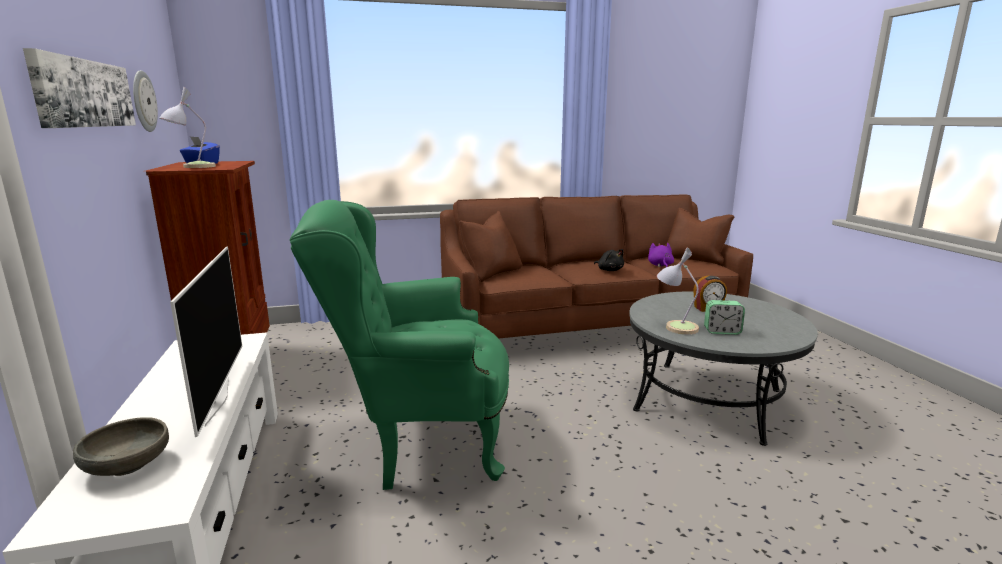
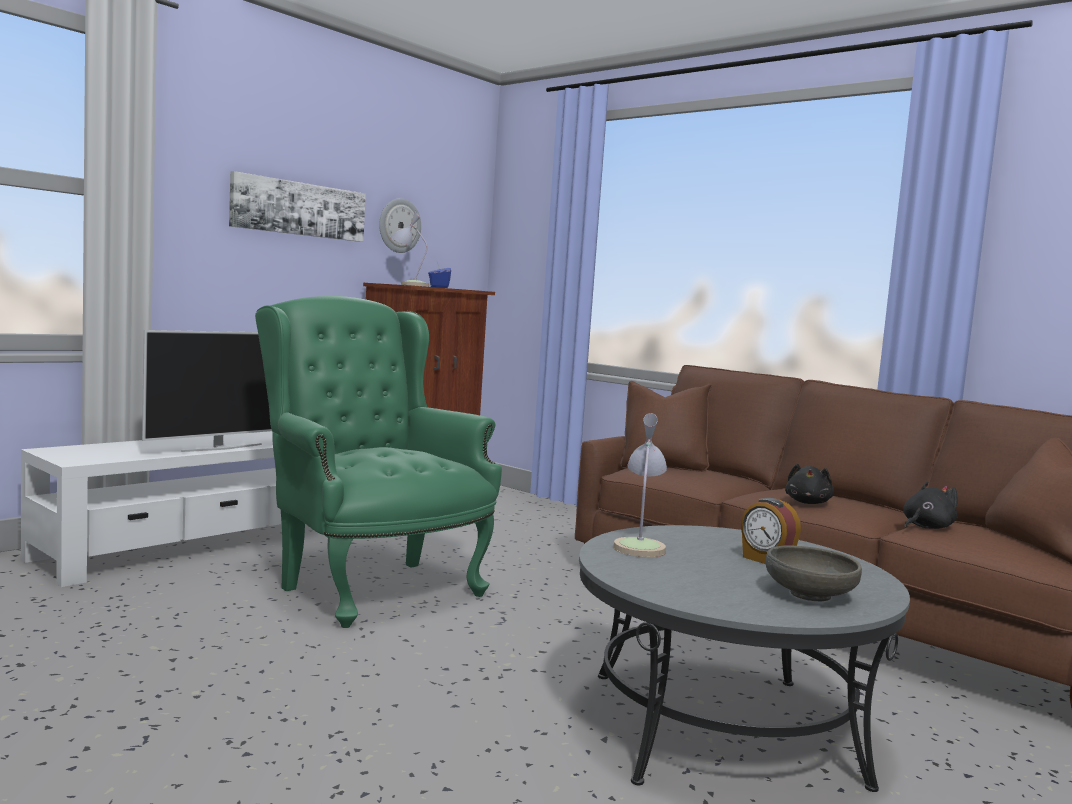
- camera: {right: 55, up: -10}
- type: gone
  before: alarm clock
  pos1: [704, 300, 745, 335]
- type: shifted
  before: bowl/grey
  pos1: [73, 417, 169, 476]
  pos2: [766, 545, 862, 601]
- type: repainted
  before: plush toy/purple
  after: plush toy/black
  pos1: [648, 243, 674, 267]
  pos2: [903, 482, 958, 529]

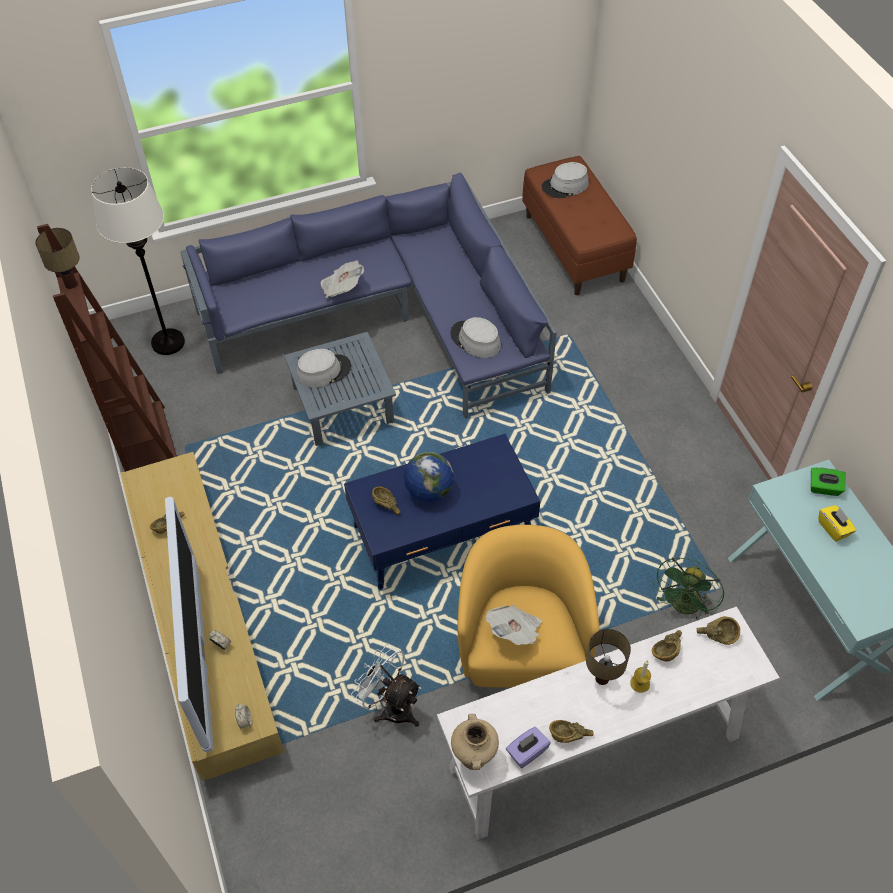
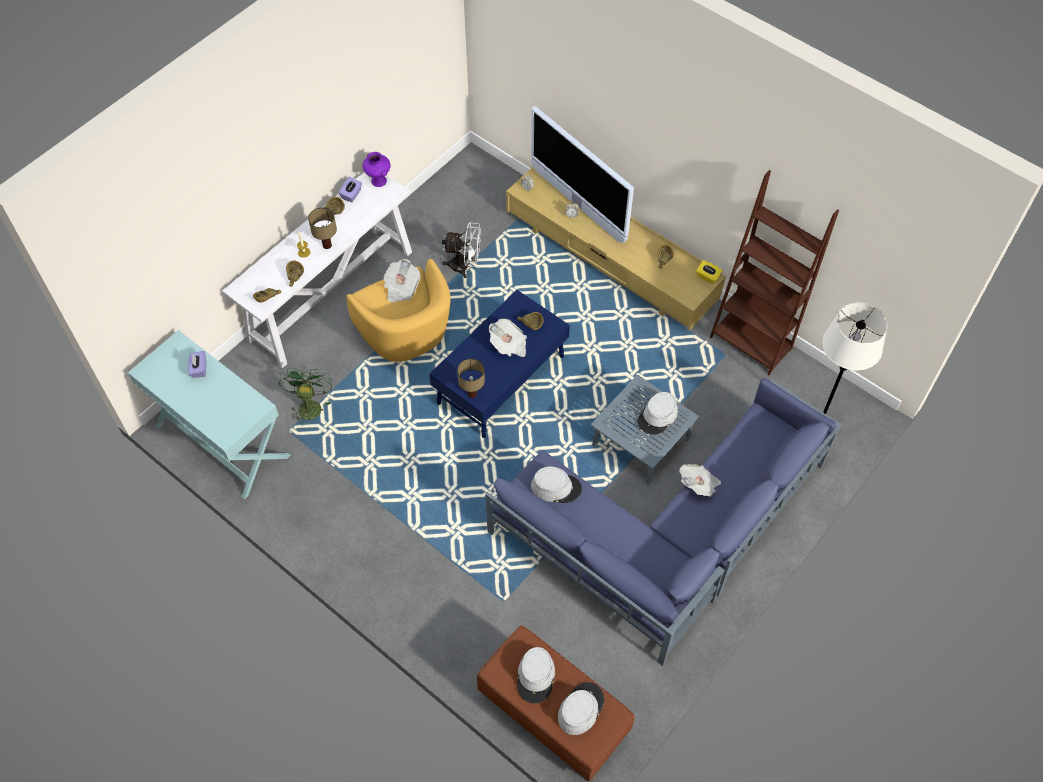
- camera: {right: 150, up: 5}
- type: gone
  before: tissue box/green
  pos1: [811, 467, 846, 496]
- type: new
  after: tissue box/purple
  pos2: [188, 351, 206, 378]
- type: new
  after: hat/grey
  pos2: [517, 647, 555, 703]
- type: shifted
  before: table lamp
  pos1: [35, 228, 79, 289]
  pos2: [457, 359, 485, 398]
- type: shifted
  before: tissue box/yellow
  pos1: [819, 505, 856, 542]
  pos2: [696, 260, 723, 284]
- type: swapped
  before: globe
  after: newspaper
  pos1: [404, 452, 454, 502]
  pos2: [489, 319, 527, 357]
- type: repainted
  before: vase/beige
  after: vase/purple
  pos1: [451, 714, 499, 770]
  pos2: [363, 152, 391, 187]

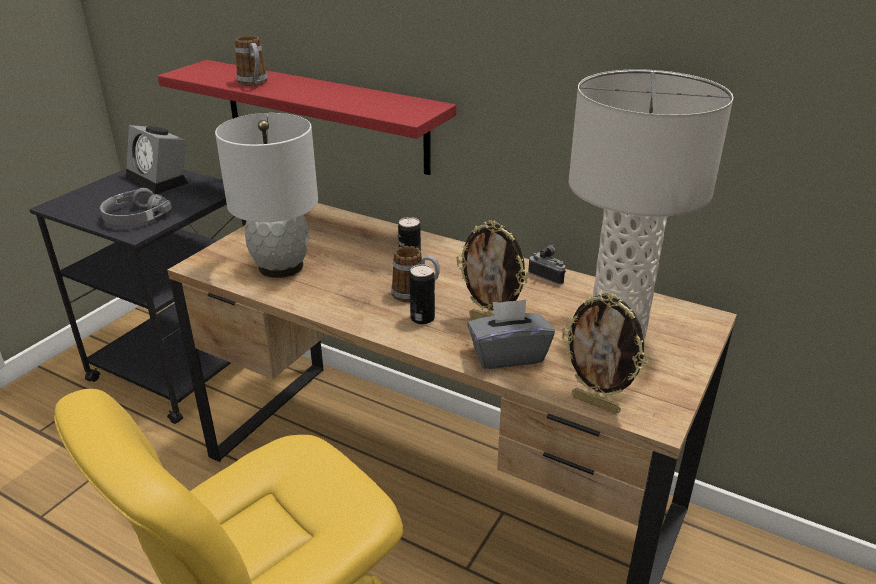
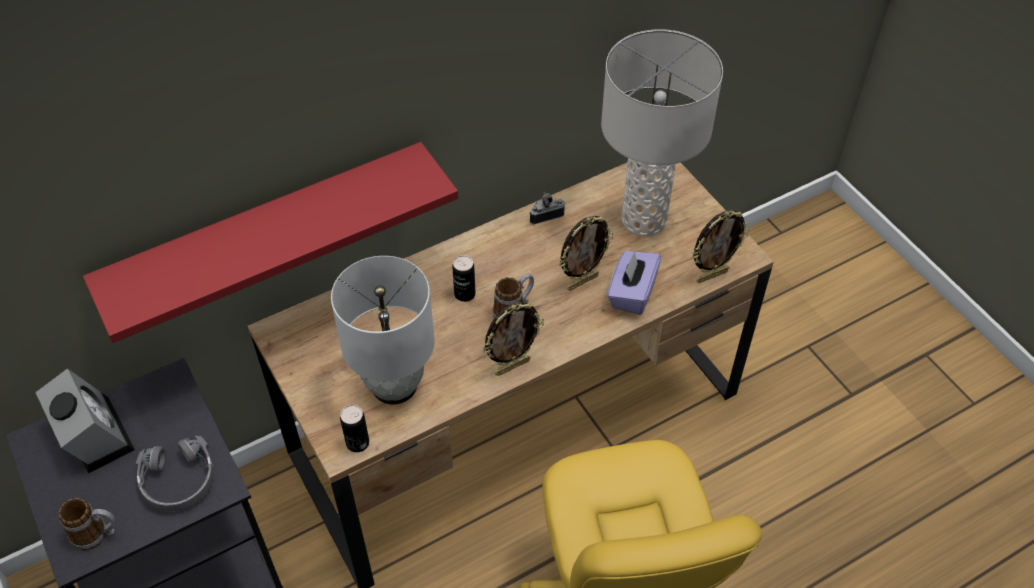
- camera: {right: -60, up: 20}
- type: new
  after: picture frame
  pos2: [483, 302, 544, 376]
- type: shifted
  before: mug
  pos1: [235, 35, 268, 86]
  pos2: [59, 498, 115, 550]
- type: shifted
  before: can
  pos1: [410, 264, 435, 324]
  pos2: [340, 405, 369, 452]
- type: repainted
  before: tissue box/grey
  after: tissue box/purple
  pos1: [467, 299, 555, 369]
  pos2: [607, 251, 661, 315]
- type: rotated
  before: alarm clock
  pos1: [126, 125, 188, 194]
  pos2: [35, 368, 135, 473]
  turn: -105

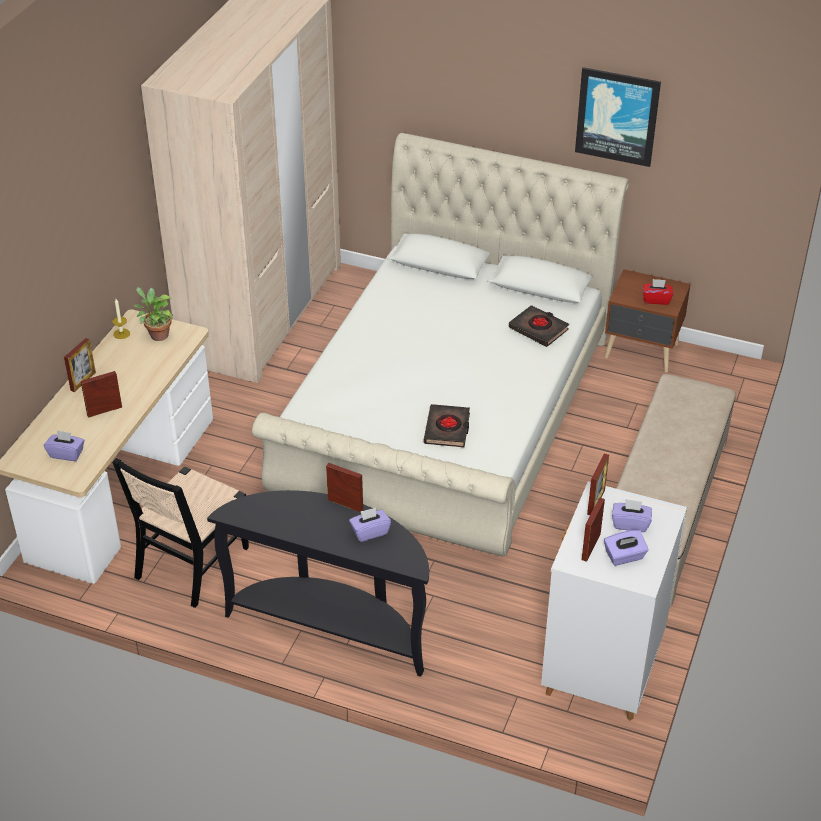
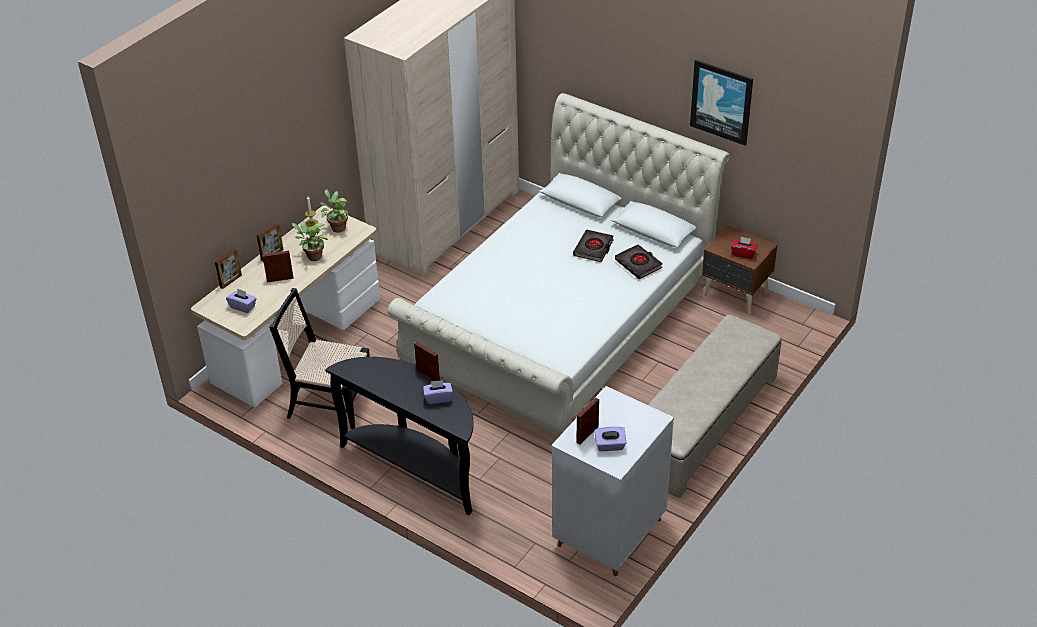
- camera: {right: 15, up: 0}
- type: gone
  before: tissue box/purple
  pos1: [612, 499, 652, 532]
- type: new
  after: potted plant
  pos2: [291, 221, 328, 261]
- type: shifted
  before: book/black
  pos1: [424, 404, 470, 447]
  pos2: [573, 229, 614, 262]
- type: shifted
  before: picture frame
  pos1: [587, 454, 609, 515]
  pos2: [215, 248, 242, 289]
- type: rotated
  before: chair
  pos1: [112, 458, 249, 608]
  pos2: [269, 288, 370, 429]
  turn: 60

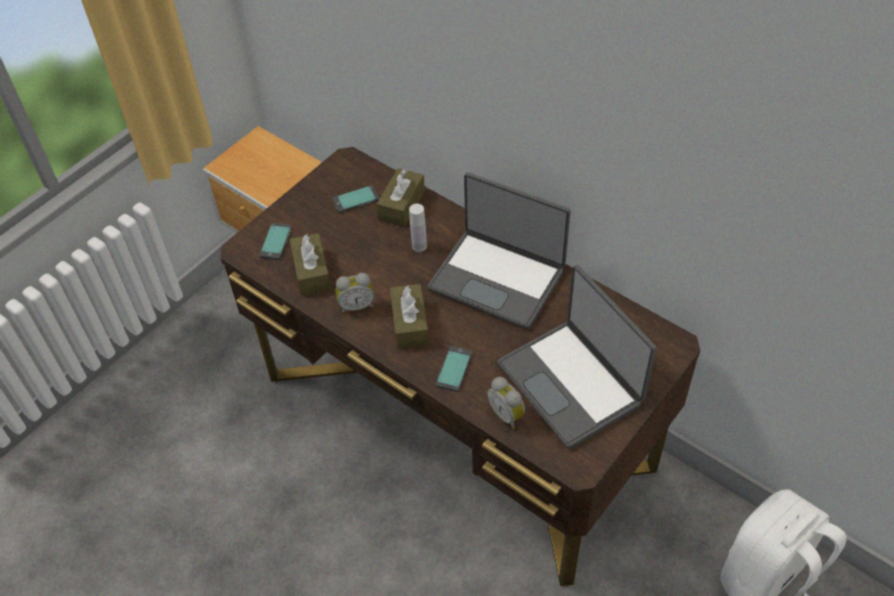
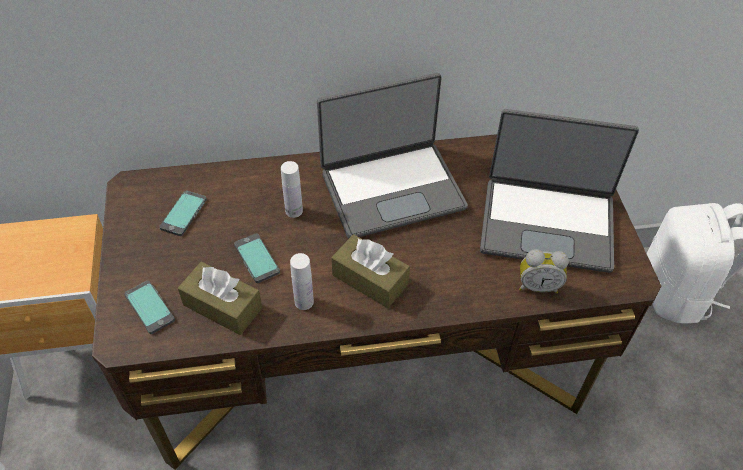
- camera: {right: -50, up: 0}
- type: gone
  before: tissue box/brown
  pos1: [377, 168, 425, 227]
- type: shifted
  before: phone
  pos1: [436, 346, 472, 392]
  pos2: [234, 233, 280, 283]
- type: swapped
  before: alarm clock
  after: bottle/white
  pos1: [335, 273, 374, 313]
  pos2: [290, 253, 314, 310]

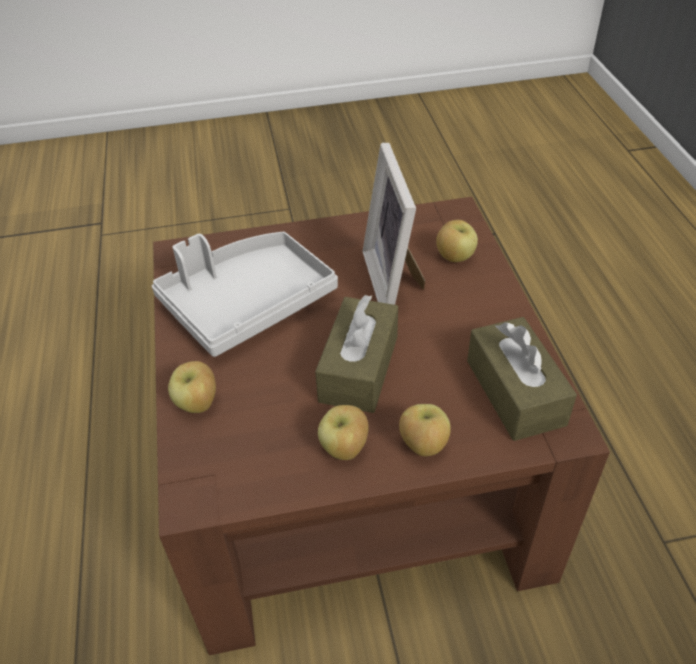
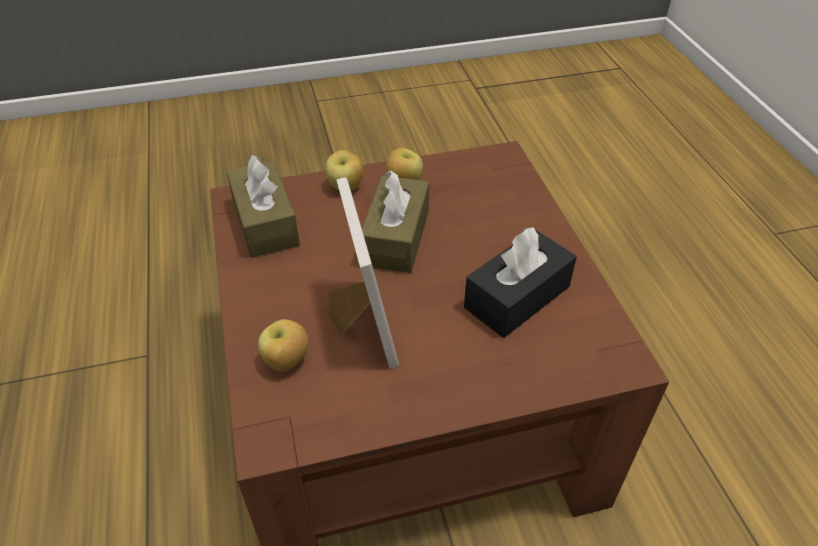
- camera: {right: 175, up: 0}
- type: gone
  before: apple
  pos1: [168, 361, 216, 413]
- type: swapped
  before: tray/grey
  after: tissue box/black
  pos1: [152, 232, 338, 357]
  pos2: [464, 227, 577, 338]

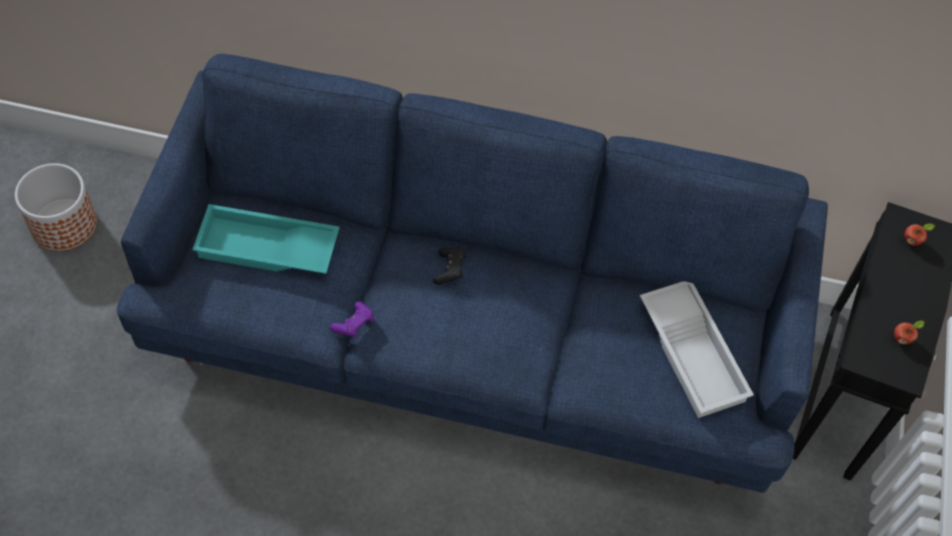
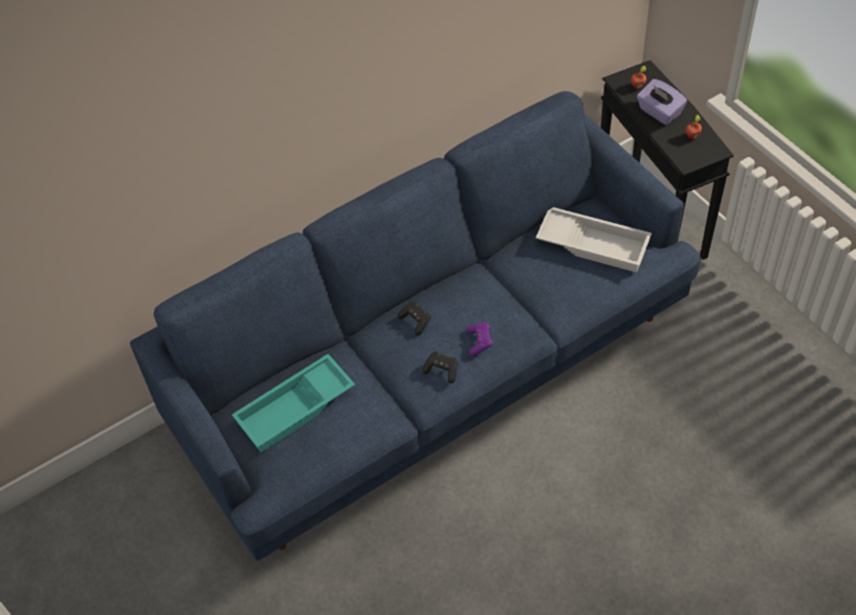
- camera: {right: -40, up: -5}
- type: gone
  before: planter
  pos1: [15, 163, 97, 251]
- type: new
  after: game controller/black
  pos2: [422, 351, 458, 383]
- type: new
  after: tissue box/purple
  pos2: [637, 79, 687, 125]
- type: shifted
  before: game controller/purple
  pos1: [330, 301, 374, 338]
  pos2: [466, 323, 493, 356]

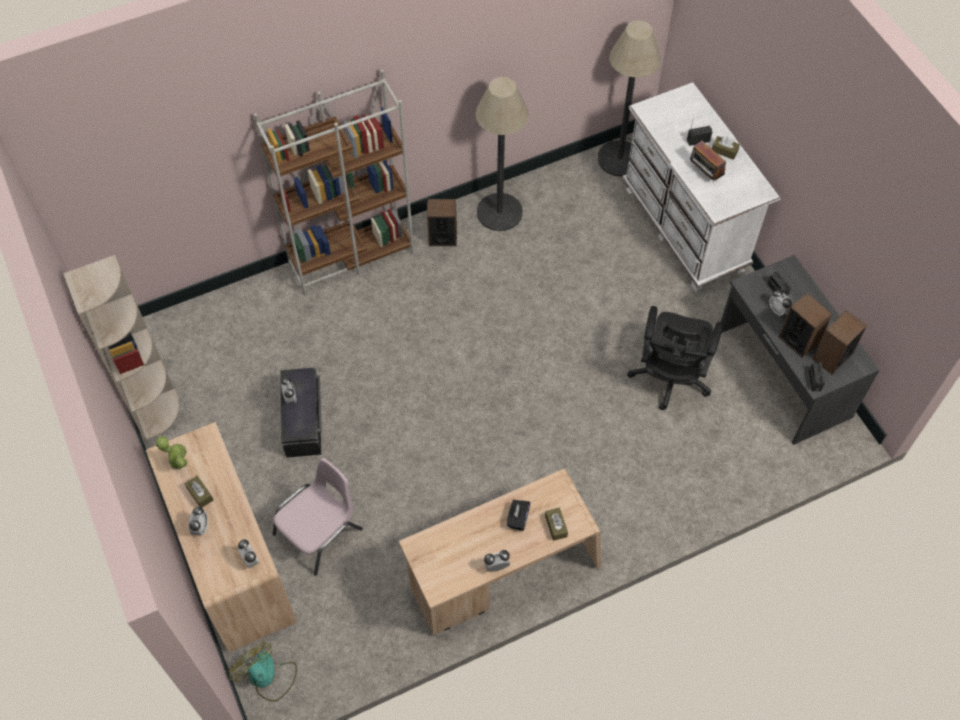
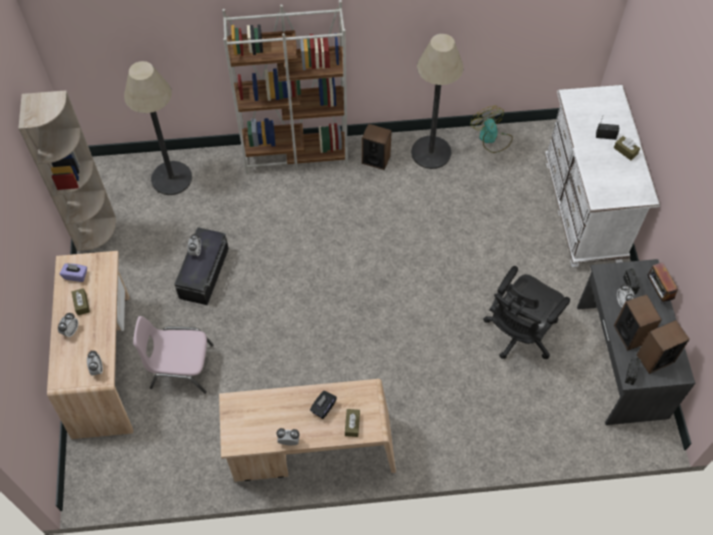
- camera: {right: 20, up: 0}
- type: shifted
  before: fan
  pos1: [228, 642, 297, 702]
  pos2: [471, 106, 513, 153]
- type: shifted
  before: floor lamp
  pos1: [597, 20, 661, 177]
  pos2: [124, 61, 192, 195]
- type: shifted
  before: radio
  pos1: [690, 141, 726, 182]
  pos2: [648, 262, 678, 304]
- type: swapped
  before: potted plant
  after: tissue box/purple
  pos1: [156, 435, 187, 470]
  pos2: [59, 263, 87, 282]
- type: rotated
  before: chair/pink
  pos1: [273, 458, 363, 576]
  pos2: [133, 316, 214, 394]
  turn: -150

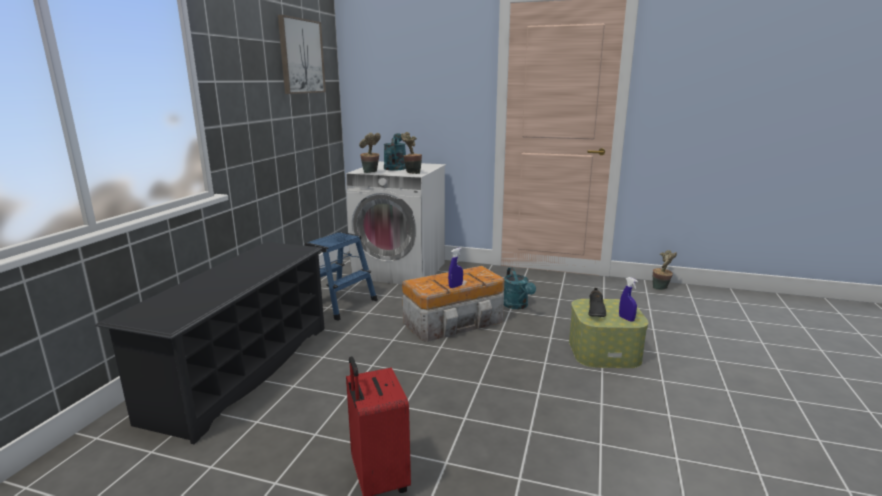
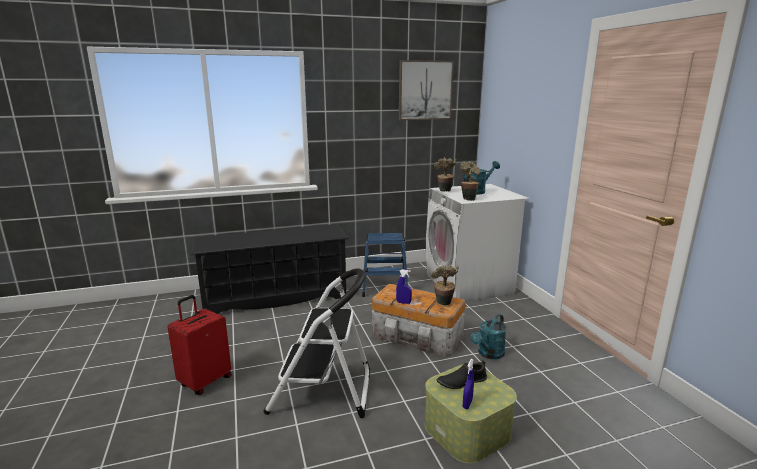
- camera: {right: 55, up: 0}
- type: new
  after: step ladder
  pos2: [263, 268, 370, 418]
- type: shifted
  before: potted plant
  pos1: [653, 250, 677, 290]
  pos2: [431, 265, 459, 305]

